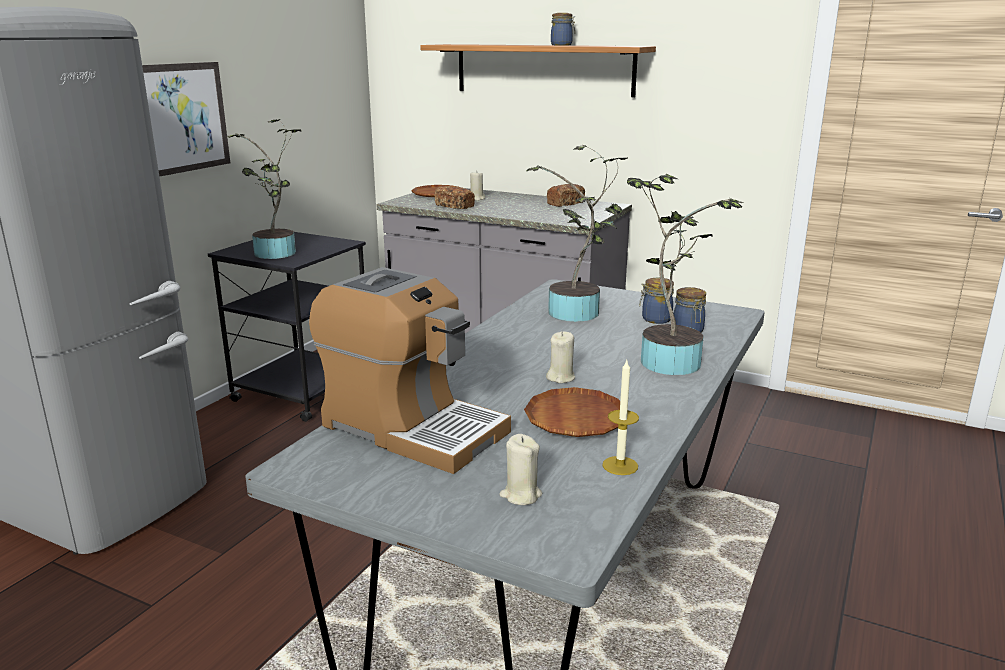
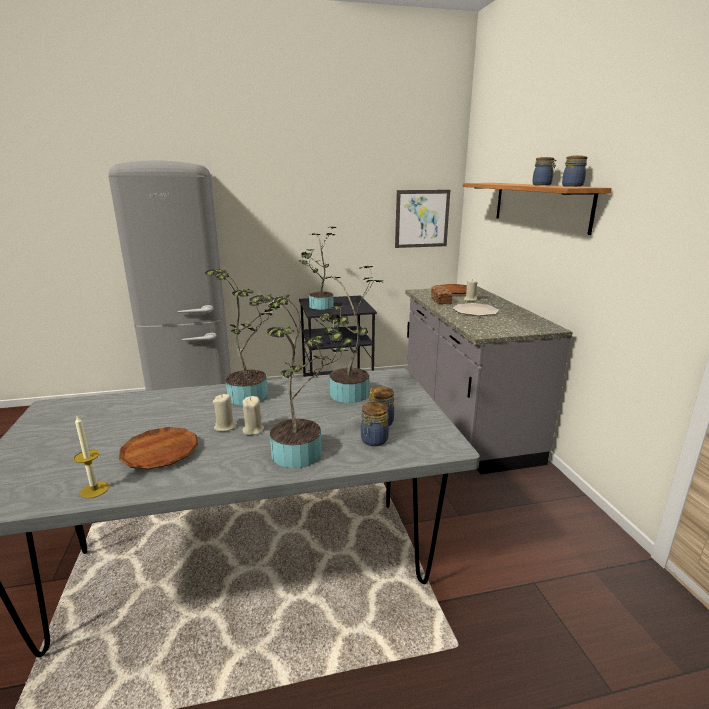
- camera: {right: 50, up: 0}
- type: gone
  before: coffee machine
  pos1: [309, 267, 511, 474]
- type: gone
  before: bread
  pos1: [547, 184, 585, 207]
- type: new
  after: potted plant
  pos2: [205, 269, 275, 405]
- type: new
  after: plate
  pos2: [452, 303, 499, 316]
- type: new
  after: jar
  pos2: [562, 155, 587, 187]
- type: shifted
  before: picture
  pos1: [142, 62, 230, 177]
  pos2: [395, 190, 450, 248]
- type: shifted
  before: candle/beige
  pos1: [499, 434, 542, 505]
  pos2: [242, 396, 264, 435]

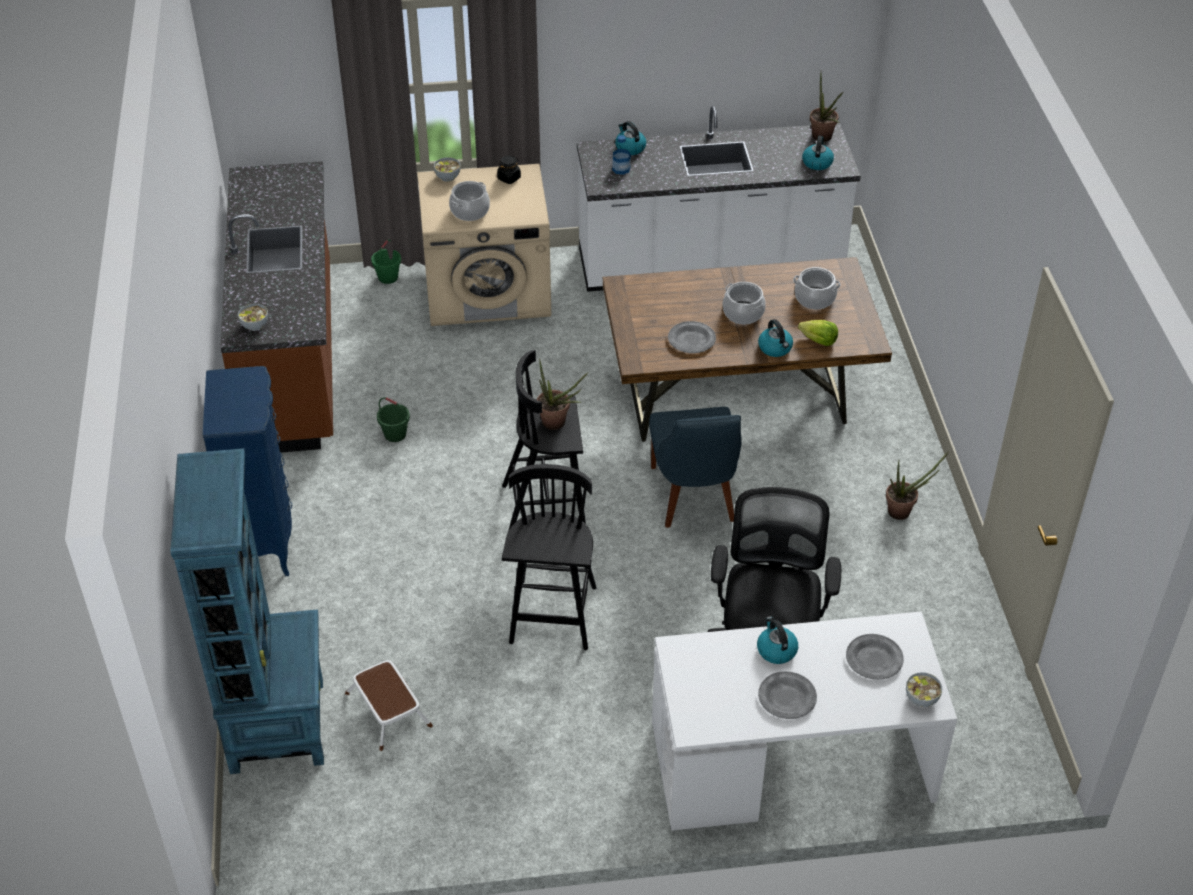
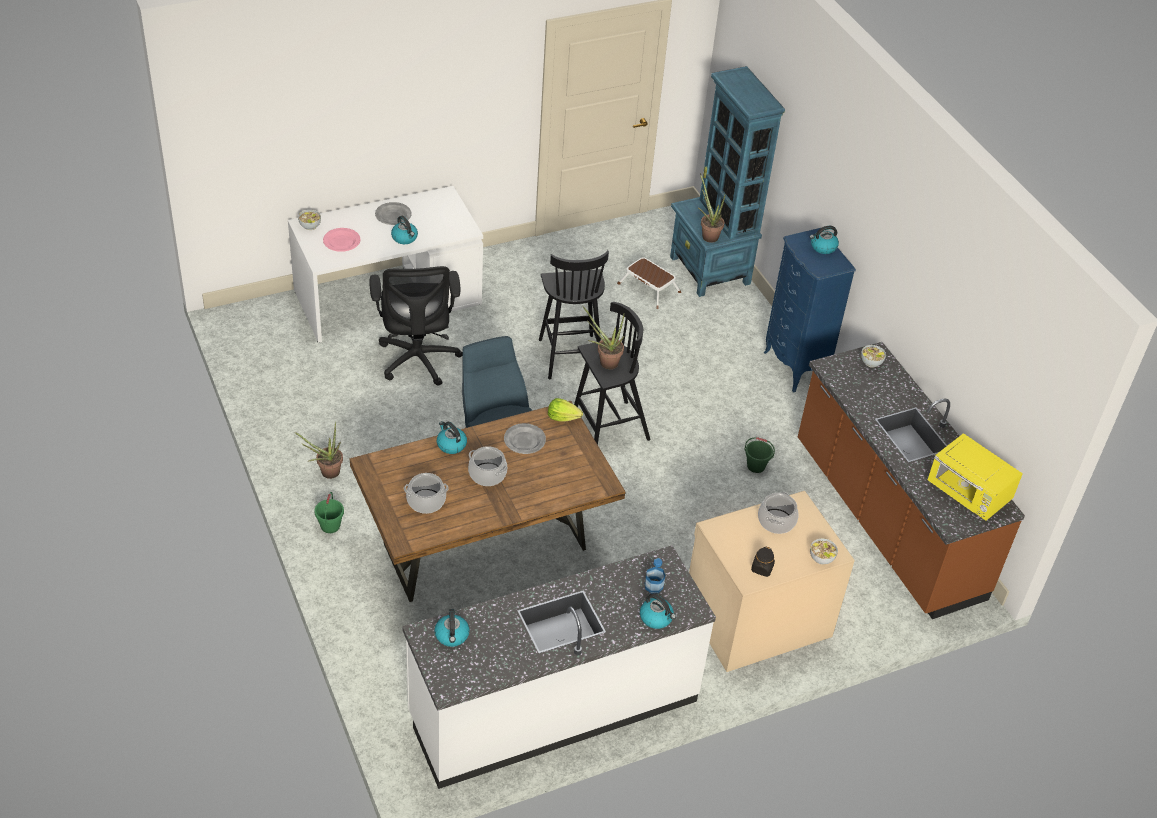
- camera: {right: 160, up: 0}
- type: new
  after: kettle
  pos2: [810, 226, 839, 254]
- type: new
  after: microwave/yellow
  pos2: [927, 433, 1023, 521]
- type: shifted
  before: bucket/green
  pos1: [371, 240, 401, 284]
  pos2: [314, 492, 344, 533]
- type: shifted
  before: lettuce
  pos1: [798, 320, 838, 346]
  pos2: [548, 398, 583, 421]
- type: shifted
  before: potted plant
  pos1: [810, 73, 843, 142]
  pos2: [697, 173, 726, 243]
- type: repainted
  before: plate/grey
  after: plate/pink
  pos1: [846, 634, 904, 680]
  pos2: [323, 228, 361, 252]

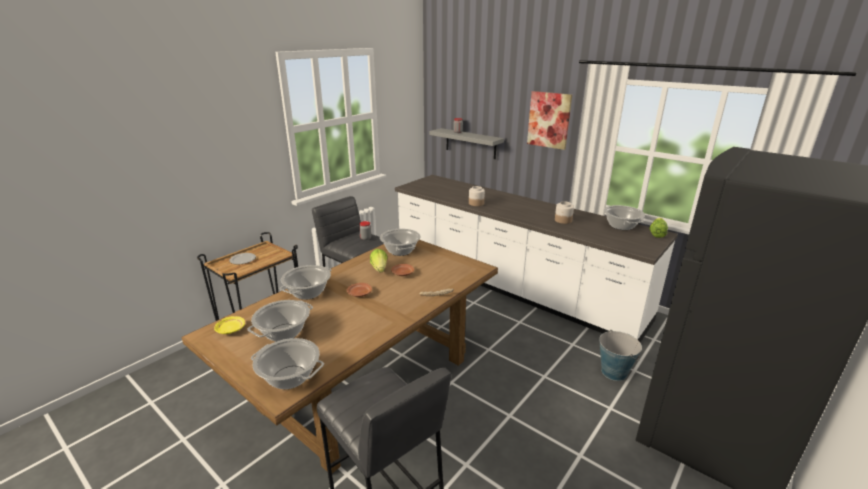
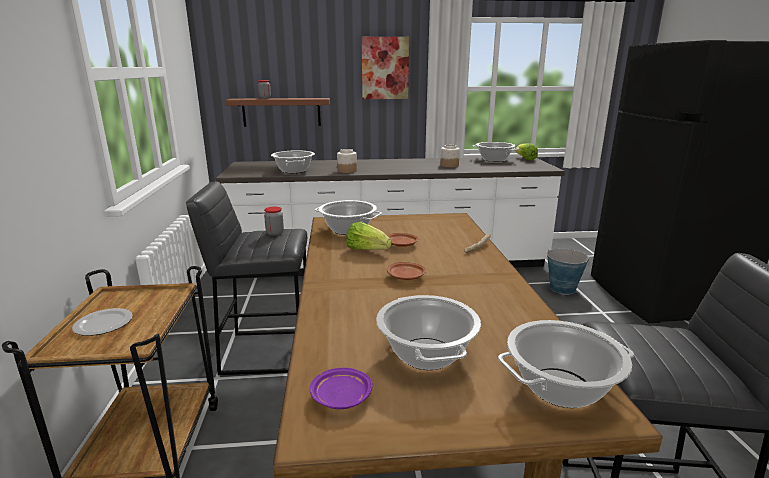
- camera: {right: -45, up: -5}
- type: shifted
  before: cooking pot
  pos1: [280, 265, 331, 300]
  pos2: [271, 150, 315, 173]
- type: repainted
  before: plate/yellow
  after: plate/purple
  pos1: [214, 316, 245, 334]
  pos2: [310, 368, 373, 409]
- type: repainted
  before: shelf/grey
  after: shelf/brown
  pos1: [429, 128, 504, 159]
  pos2: [225, 98, 330, 127]

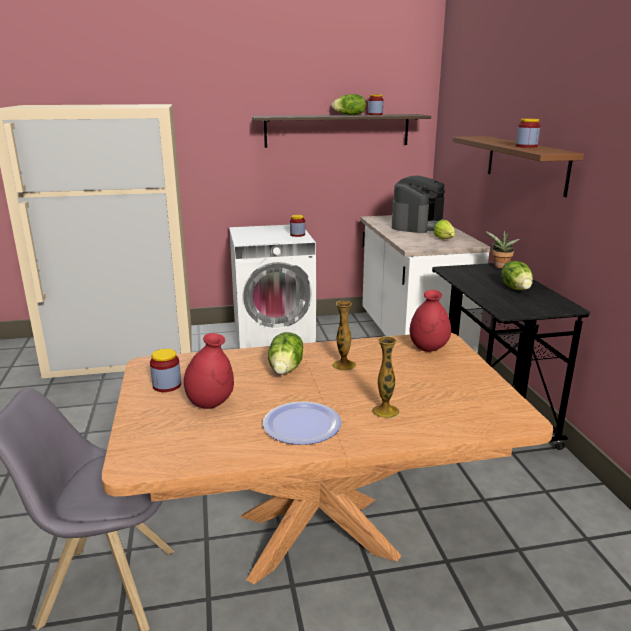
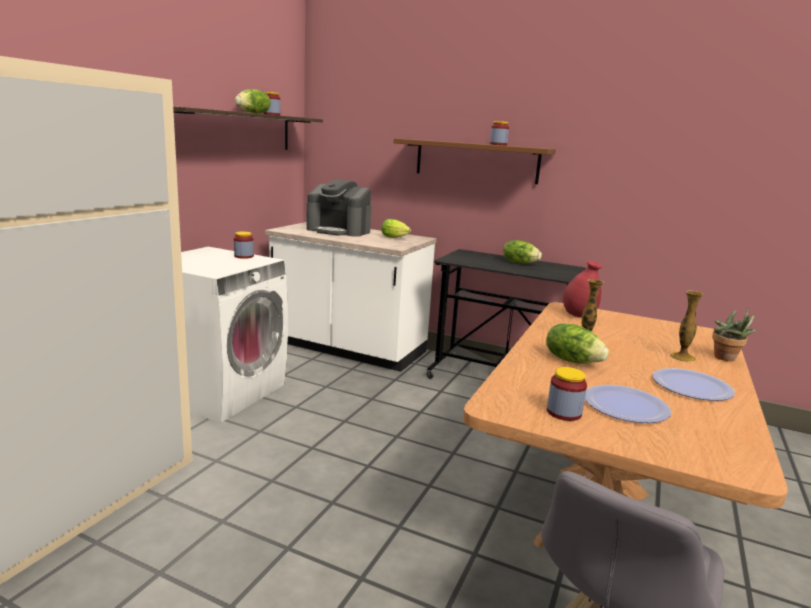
- camera: {right: -55, up: -5}
- type: shifted
  before: potted plant
  pos1: [485, 230, 521, 268]
  pos2: [712, 308, 757, 361]
- type: swapped
  before: vase/red
  after: plate
  pos1: [184, 333, 234, 409]
  pos2: [585, 385, 671, 423]
- type: rotated
  before: coffee machine
  pos1: [392, 176, 445, 233]
  pos2: [306, 180, 371, 237]
  turn: 135

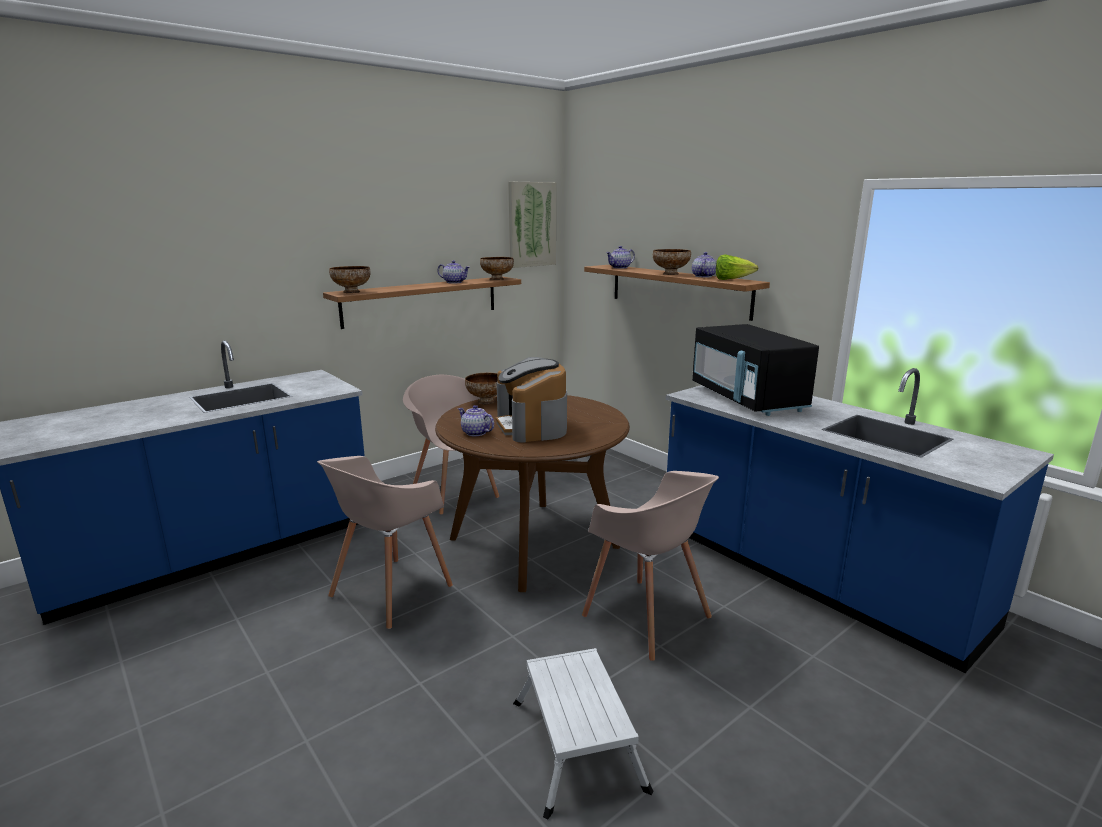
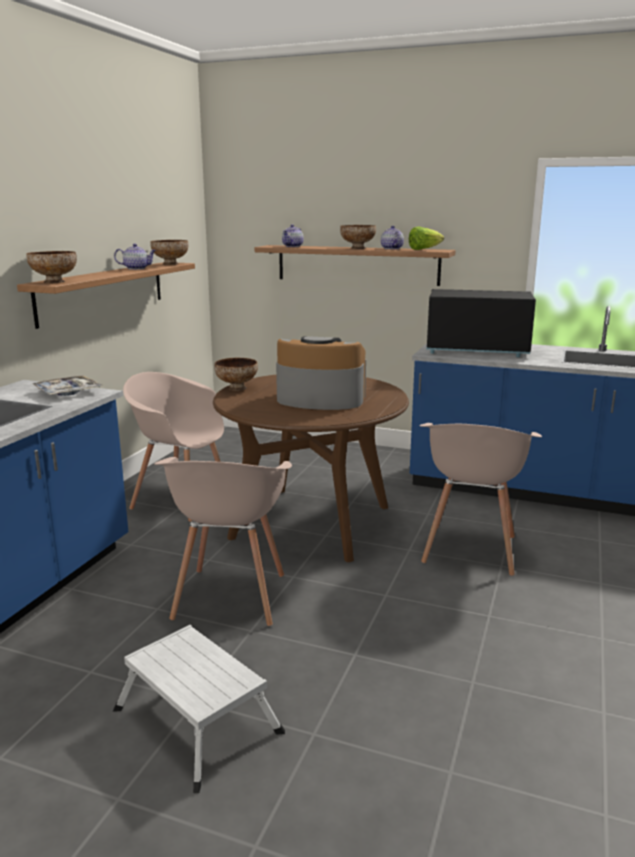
- camera: {right: -30, up: 0}
- type: gone
  before: teapot
  pos1: [458, 405, 494, 436]
- type: gone
  before: picture
  pos1: [508, 182, 556, 268]
- type: new
  after: tray
  pos2: [32, 375, 103, 396]
- type: shifted
  before: step ladder/white
  pos1: [513, 648, 653, 820]
  pos2: [113, 625, 285, 793]
- type: rotated
  before: coffee machine
  pos1: [496, 357, 567, 443]
  pos2: [276, 336, 366, 410]
  turn: 150
- type: rotated
  before: chair/beige
  pos1: [582, 471, 719, 661]
  pos2: [420, 423, 542, 576]
  turn: 90
- type: rotated
  before: microwave/black
  pos1: [692, 324, 819, 416]
  pos2: [426, 289, 536, 357]
  turn: 150

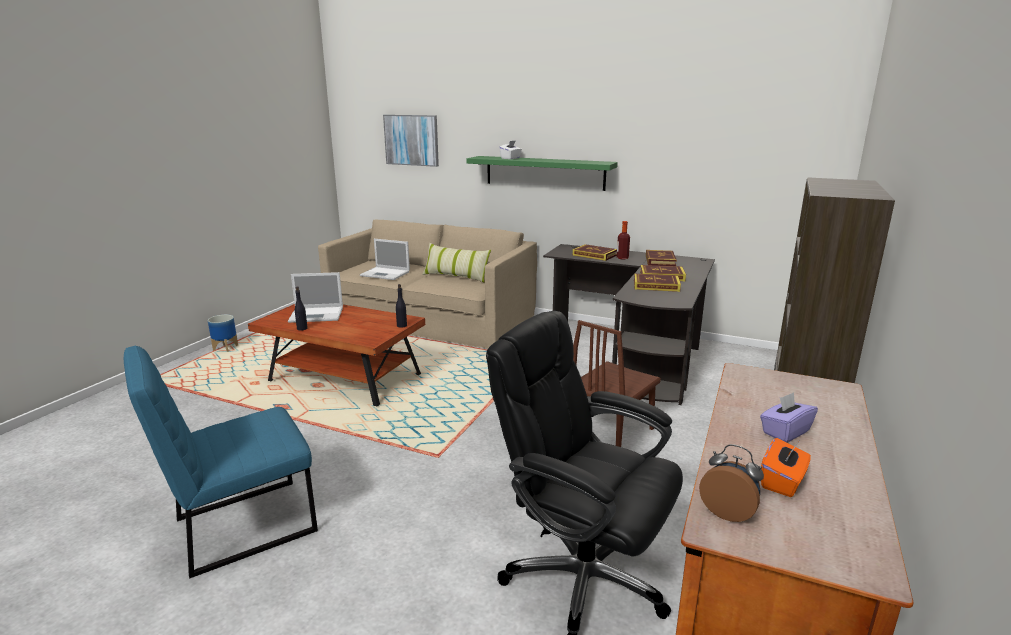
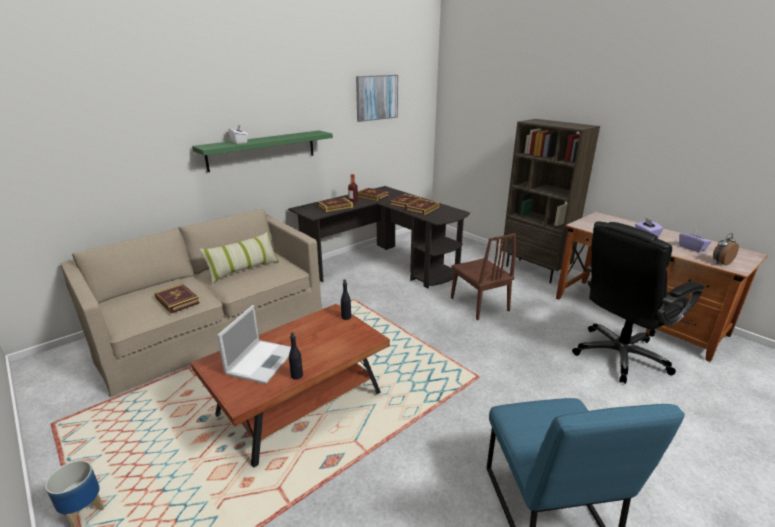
- camera: {right: -65, up: 5}
- type: shifted
  before: picture
  pos1: [383, 115, 439, 167]
  pos2: [356, 75, 398, 122]
- type: swapped
  before: laptop
  after: book
  pos1: [360, 239, 410, 280]
  pos2: [154, 284, 200, 314]
- type: repainted
  before: tissue box/orange
  after: tissue box/purple
  pos1: [761, 438, 811, 497]
  pos2: [679, 229, 711, 252]

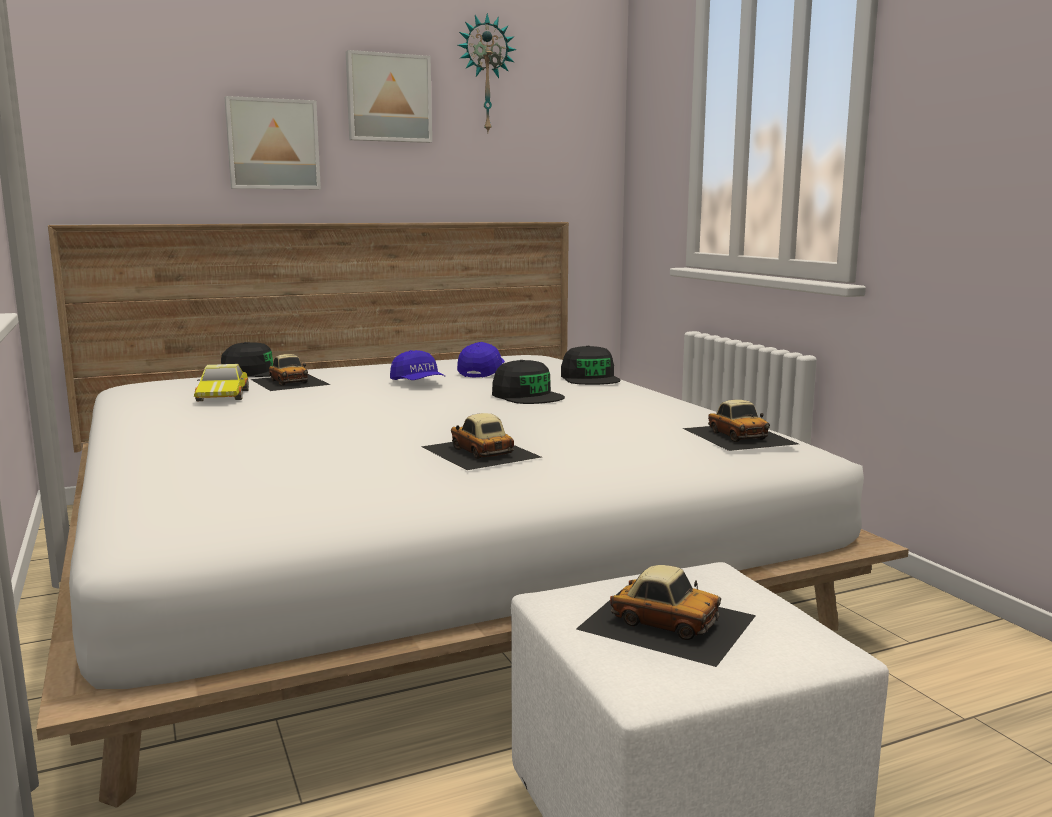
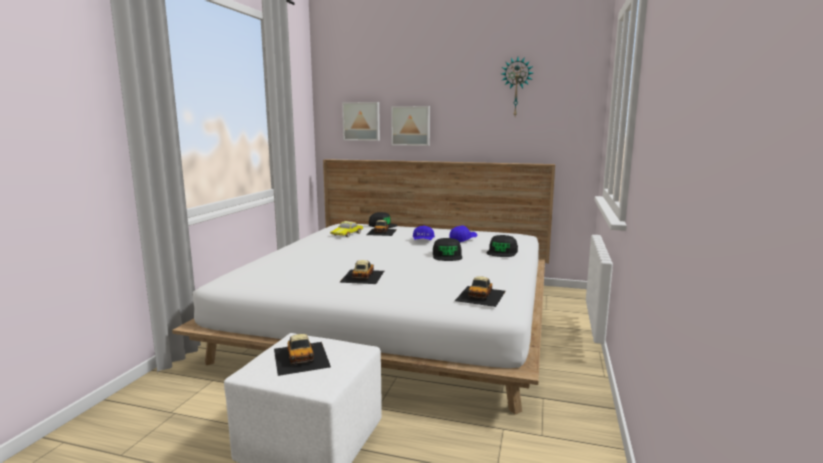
- camera: {right: 40, up: 0}
- type: shifted
  before: picture
  pos1: [346, 50, 432, 143]
  pos2: [342, 102, 380, 141]

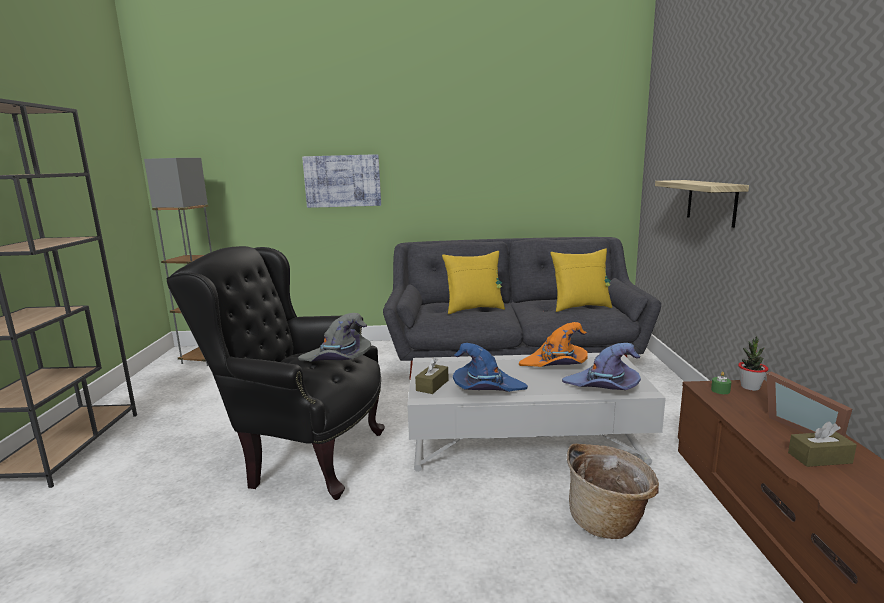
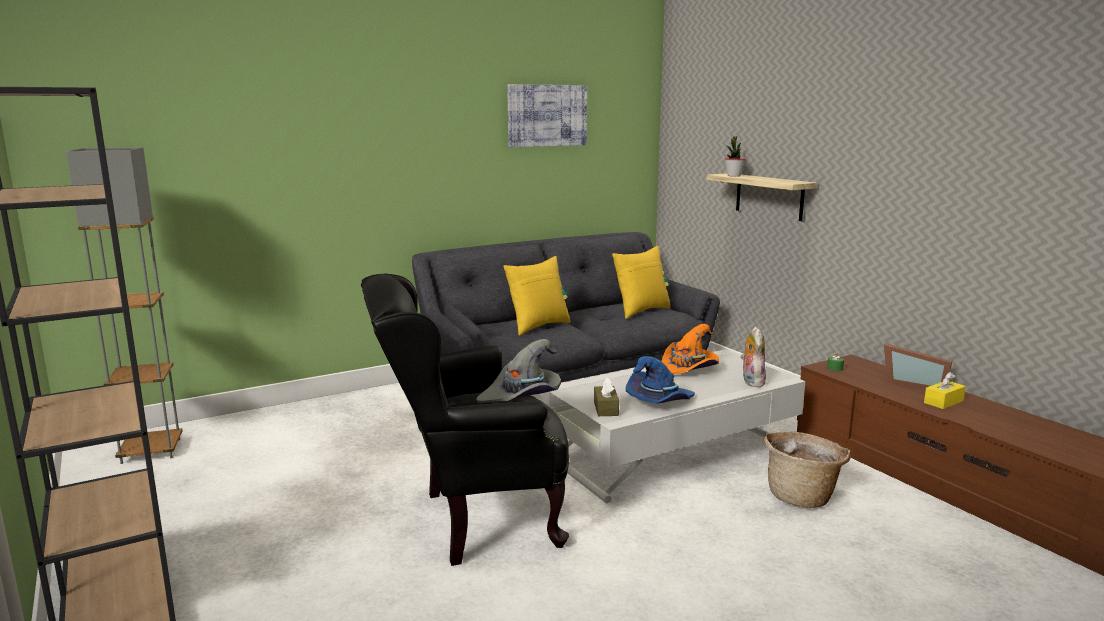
- camera: {right: -30, up: 0}
- type: shifted
  before: picture
  pos1: [302, 154, 381, 208]
  pos2: [507, 84, 587, 147]
- type: shifted
  before: potted plant
  pos1: [738, 336, 769, 391]
  pos2: [725, 136, 745, 177]
- type: swapped
  before: hat/purple
  after: plush toy
  pos1: [562, 343, 641, 390]
  pos2: [741, 326, 767, 387]
- type: repainted
  before: tissue box/brown
  after: tissue box/yellow
  pos1: [788, 421, 857, 467]
  pos2: [924, 372, 966, 409]

